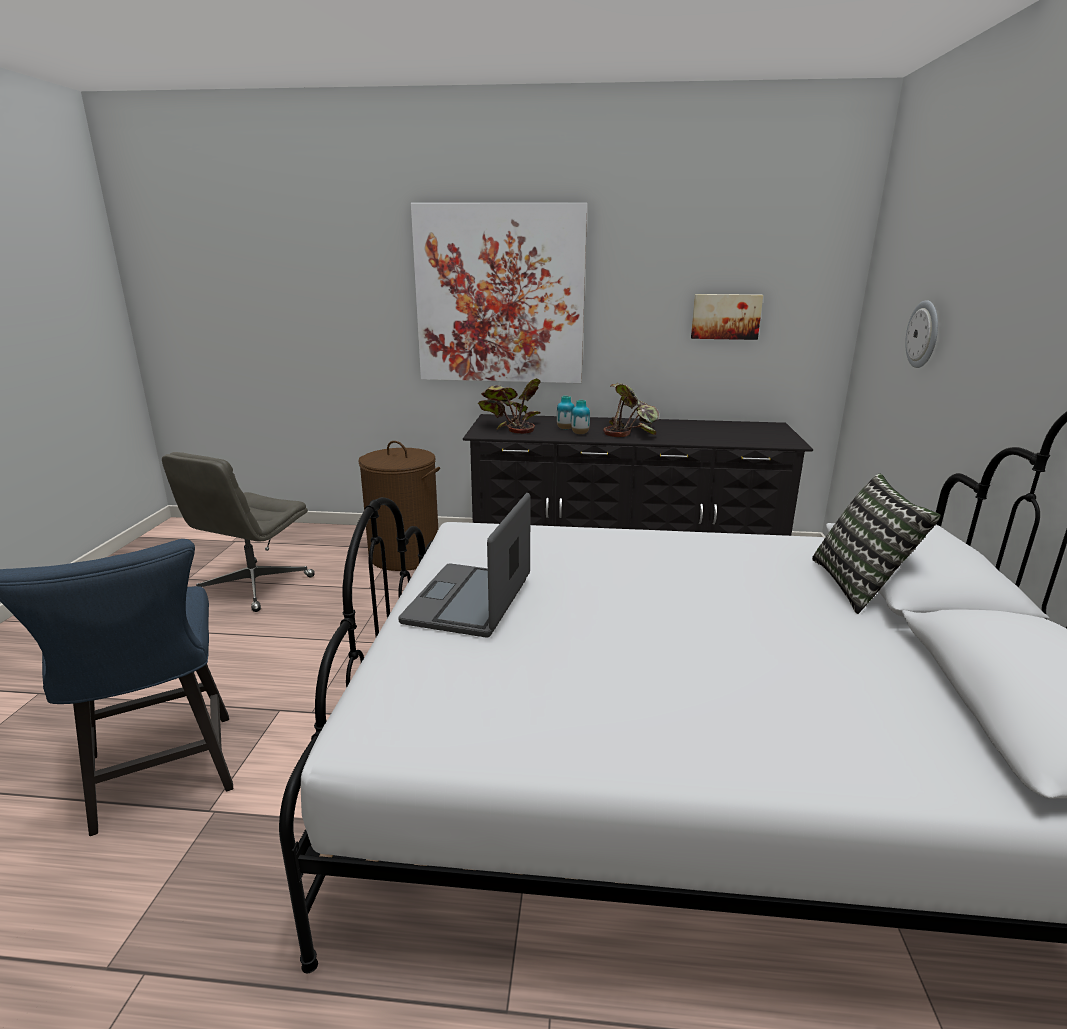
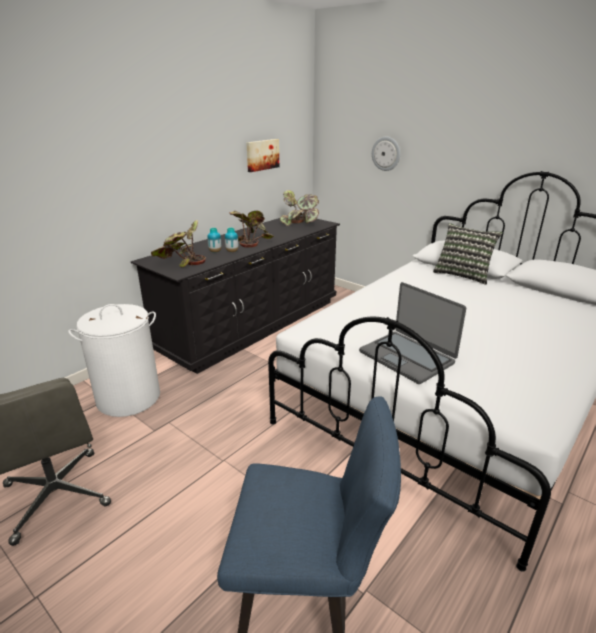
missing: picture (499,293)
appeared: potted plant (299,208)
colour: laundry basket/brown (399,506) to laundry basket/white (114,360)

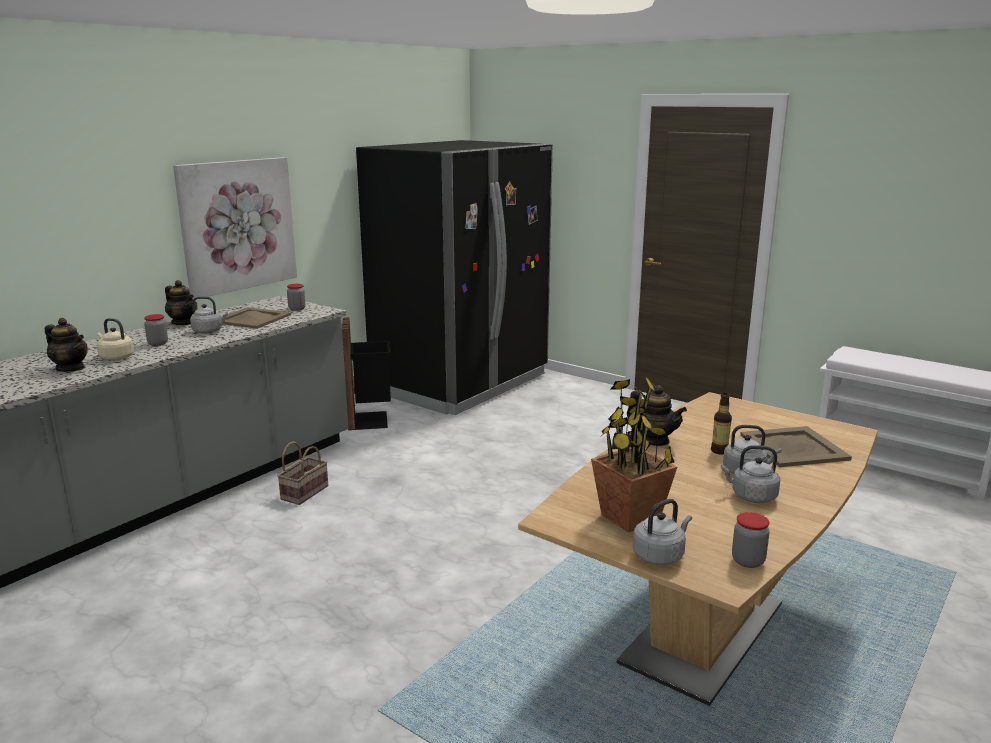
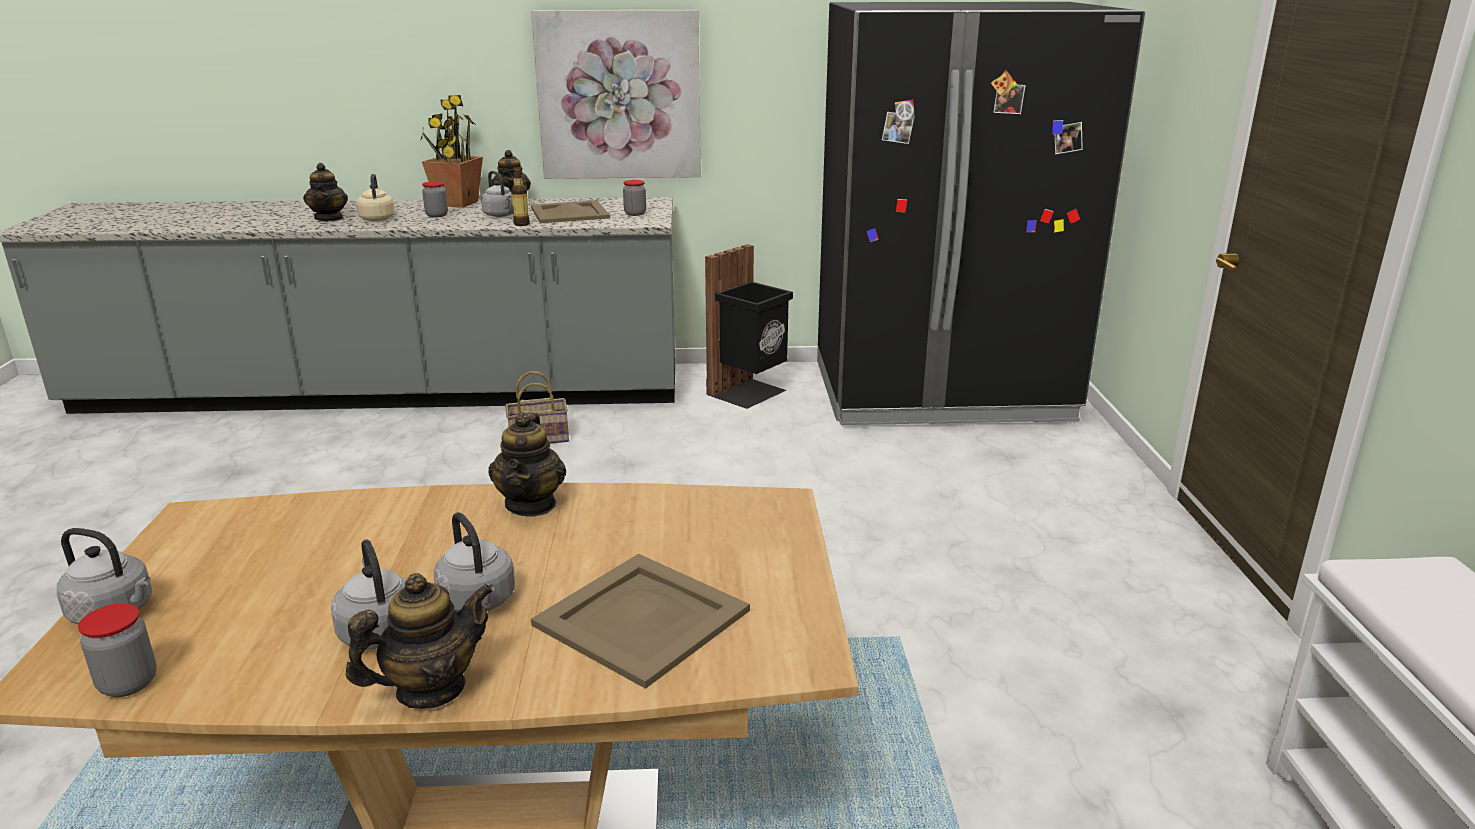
appeared: teapot (419,641)
relocated: potted plant (634,454) to (452,151); bottle (721,423) to (520,196)

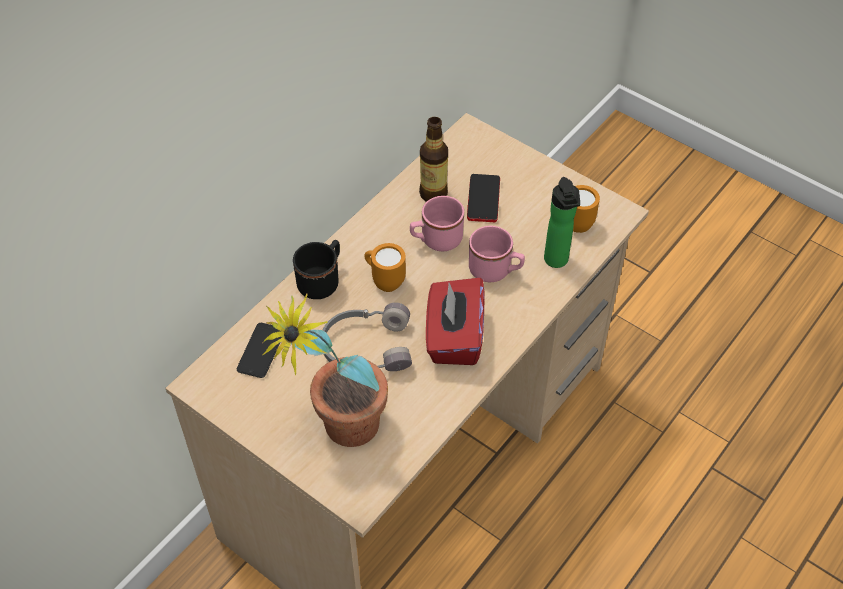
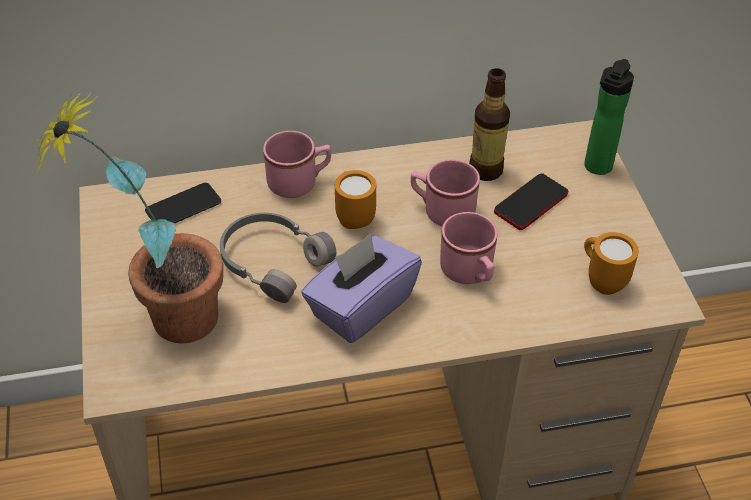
relocated: bottle (562,222) to (609,117)
colour: mug/black (316,269) to mug/pink (297,164); tissue box/red (455,321) to tissue box/purple (361,288)

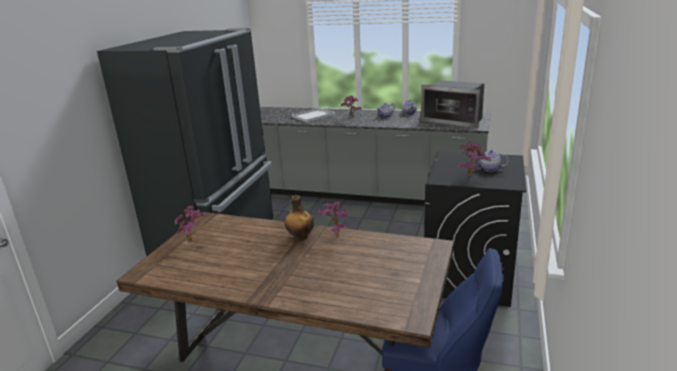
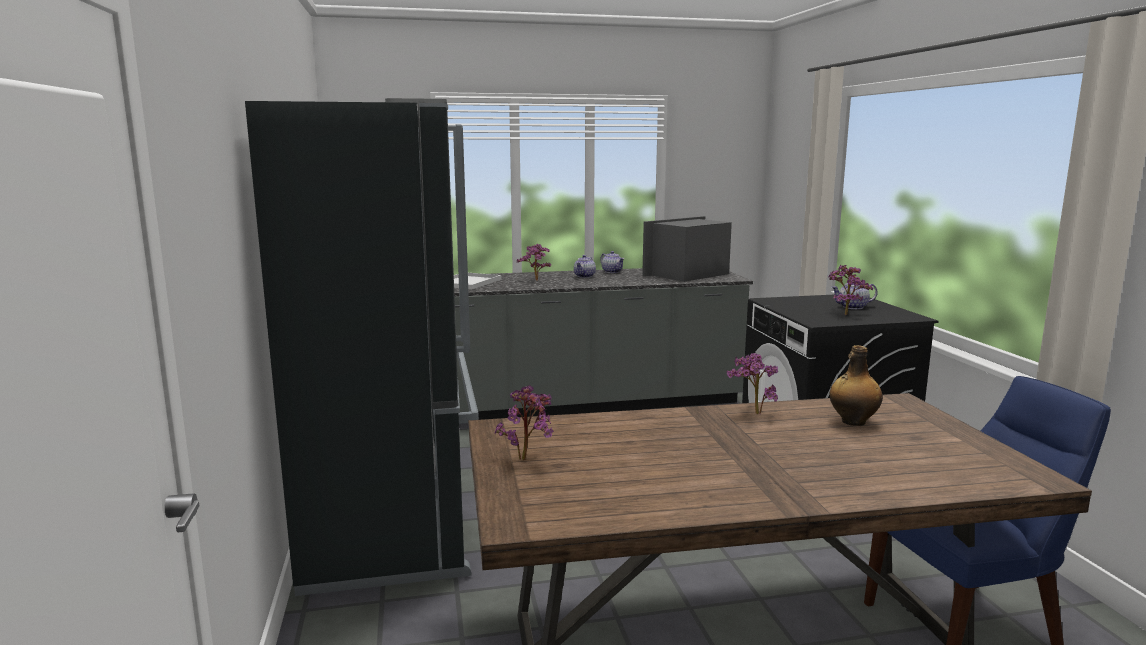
relocated: bottle (299,217) to (856,385)
spun: microwave (452,104) = (687,249) 135 degrees clockwise

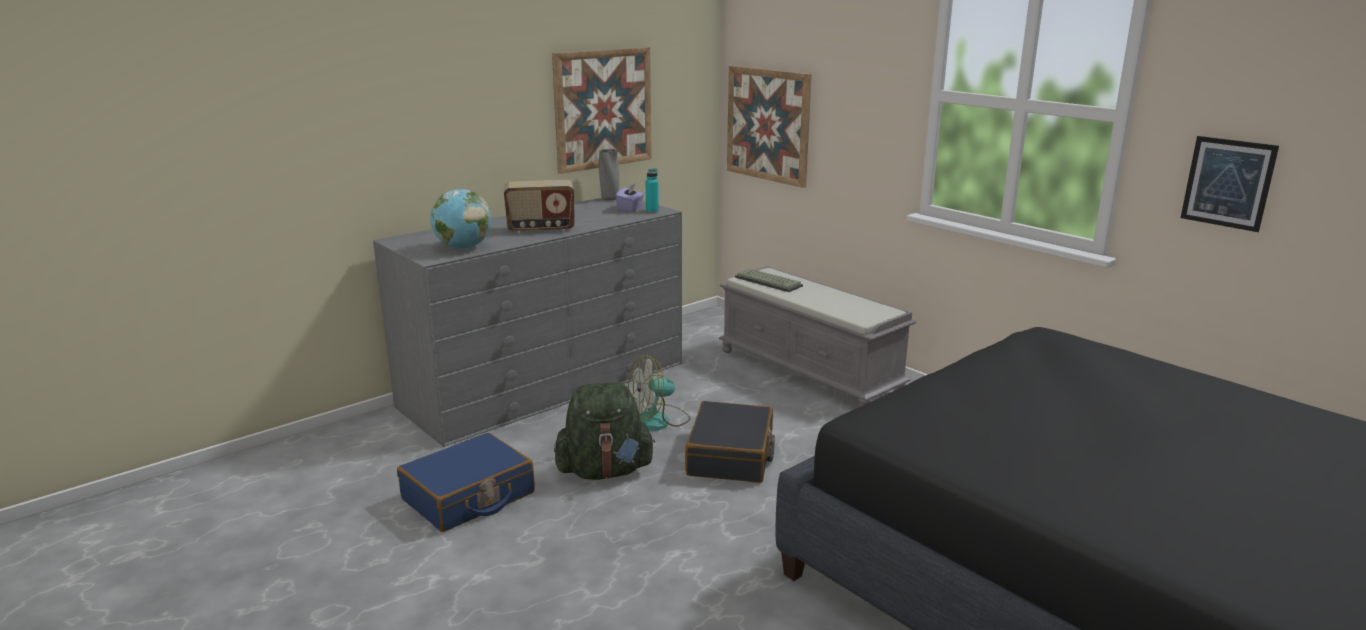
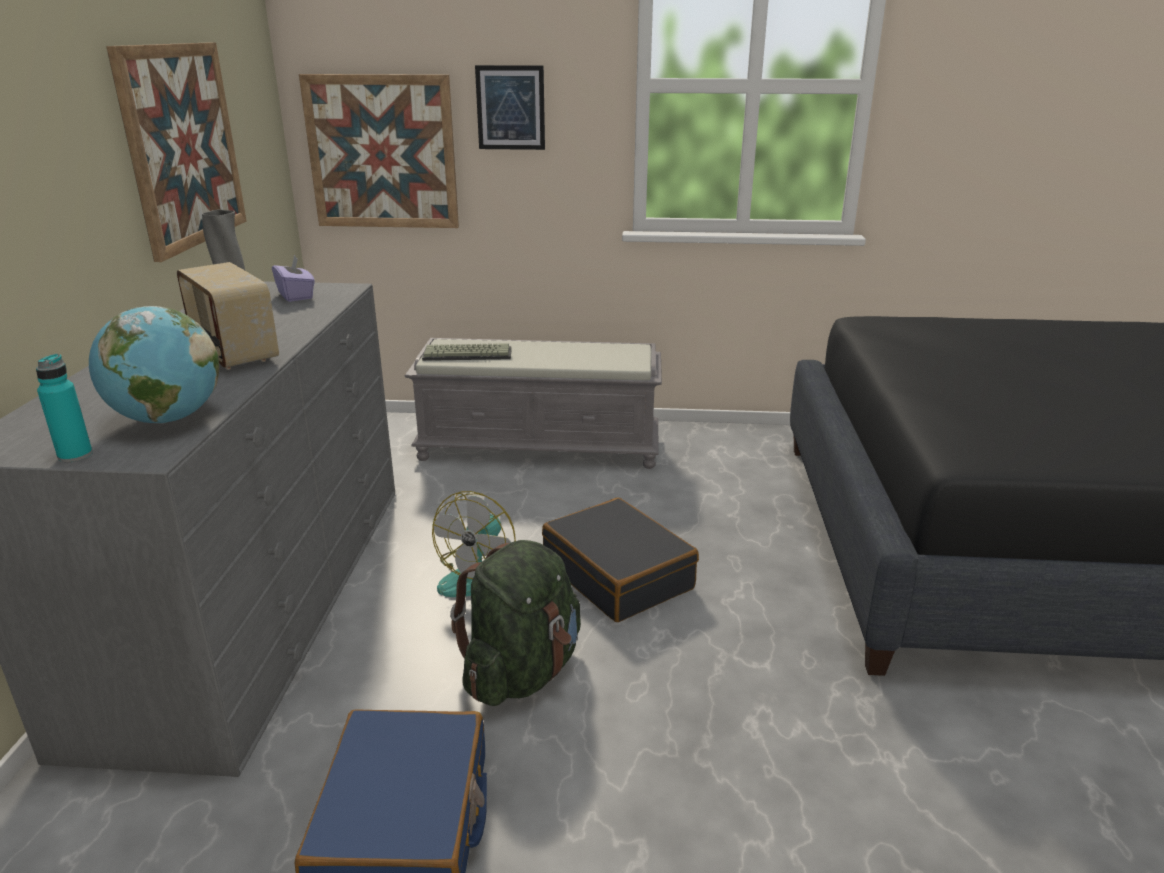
relocated: bottle/turquoise (652,190) to (64,408); picture (1230,184) to (510,107)
spun: radio (539,206) = (228,316) 105 degrees clockwise

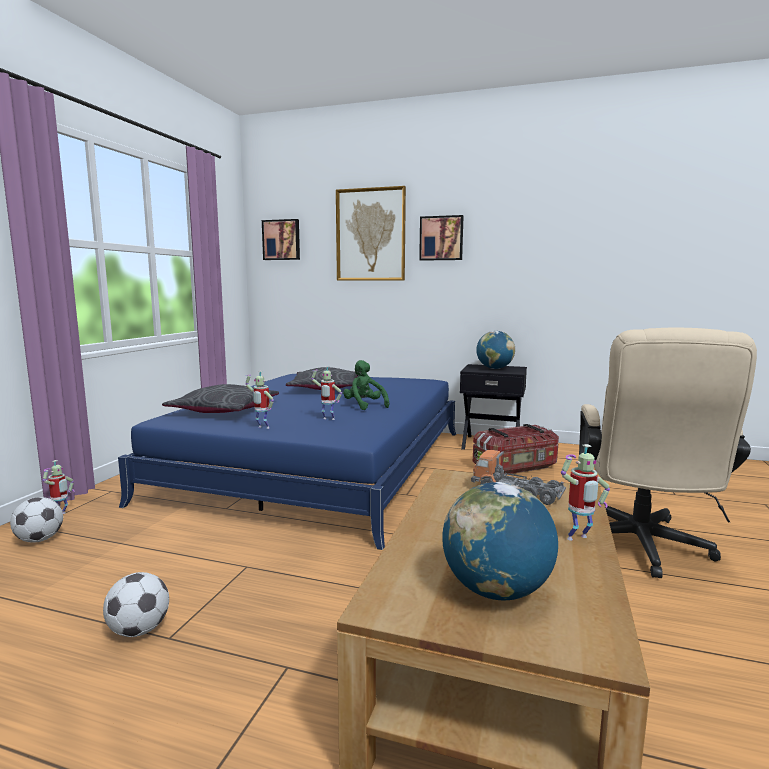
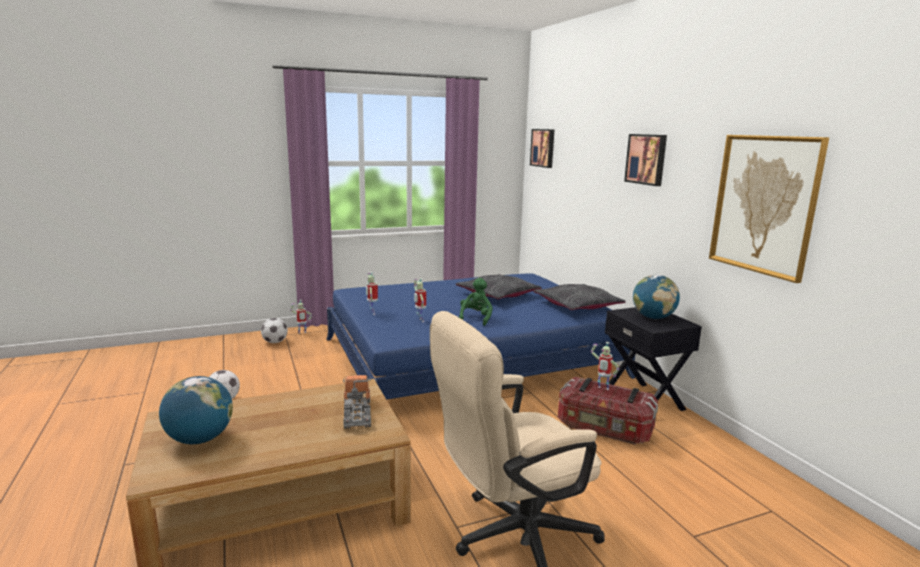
relocated: pillow/grey (220,398) to (579,297); picture (371,233) to (769,209); toy robot (585,492) to (605,366)

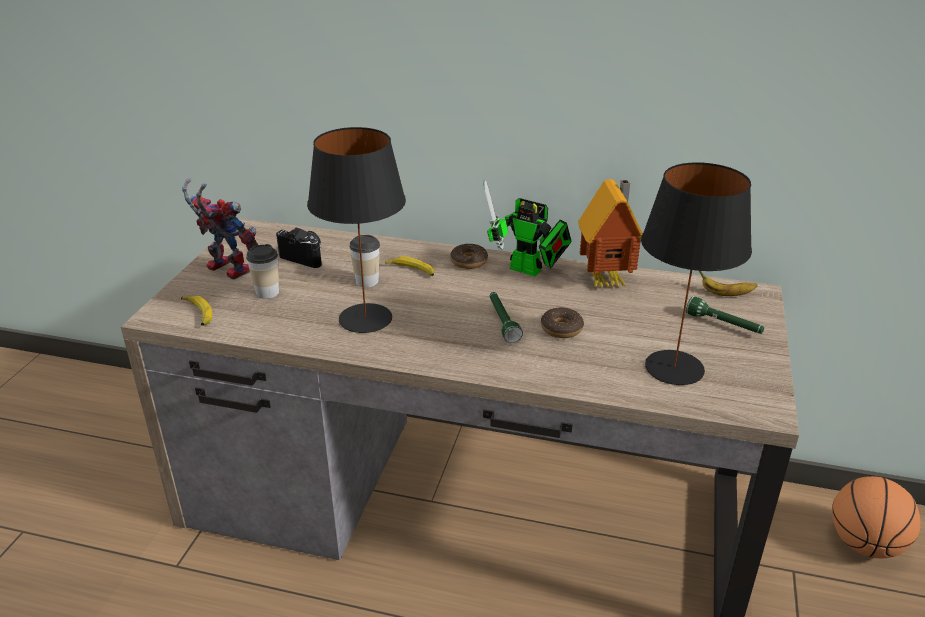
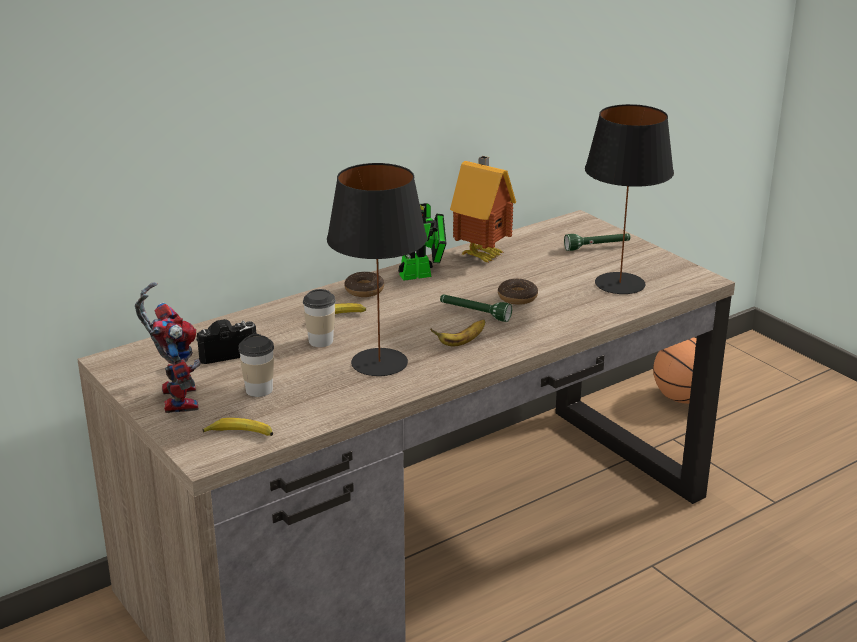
relocated: banana (728,283) to (457,332)
spun: toy robot (220,229) = (168,347) 90 degrees clockwise

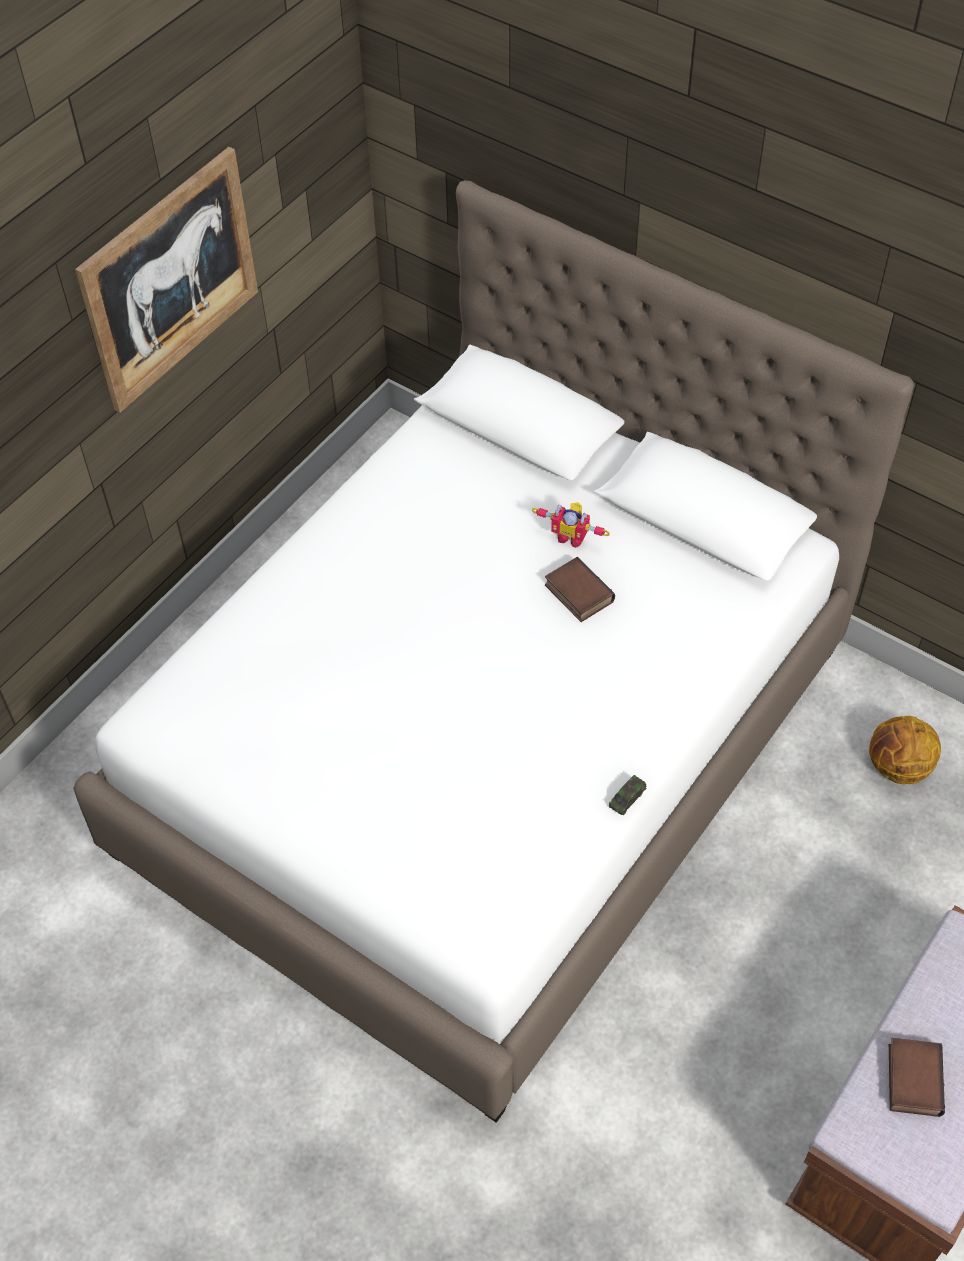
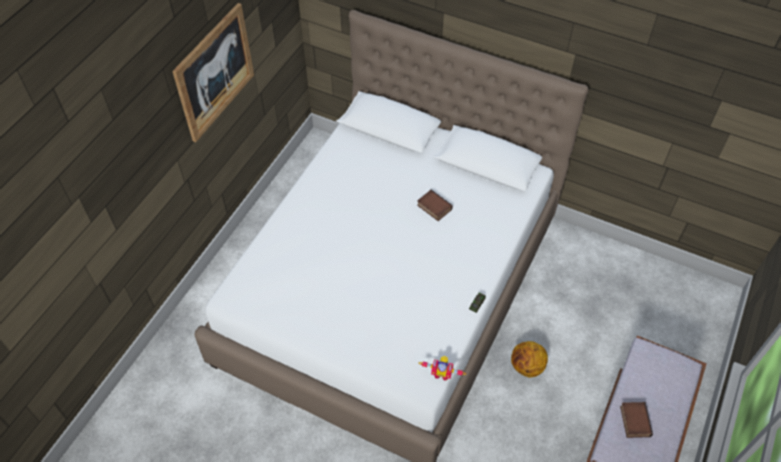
relocated: toy robot (571,525) to (442,368); basketball (905,750) to (529,359)

